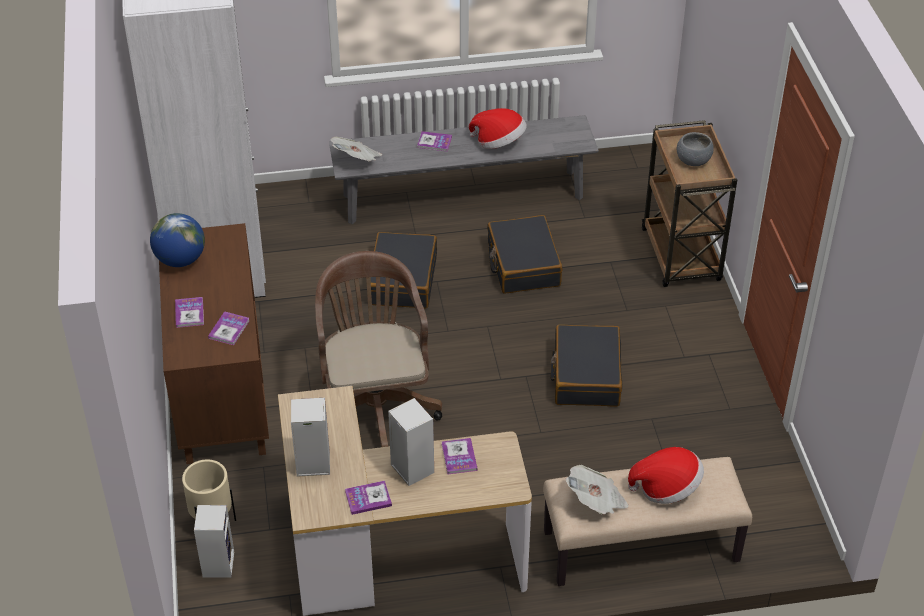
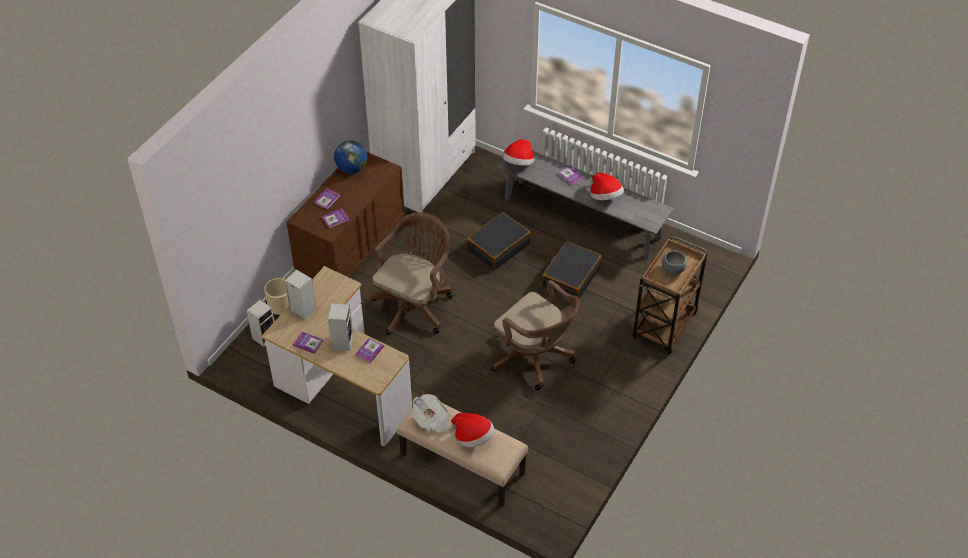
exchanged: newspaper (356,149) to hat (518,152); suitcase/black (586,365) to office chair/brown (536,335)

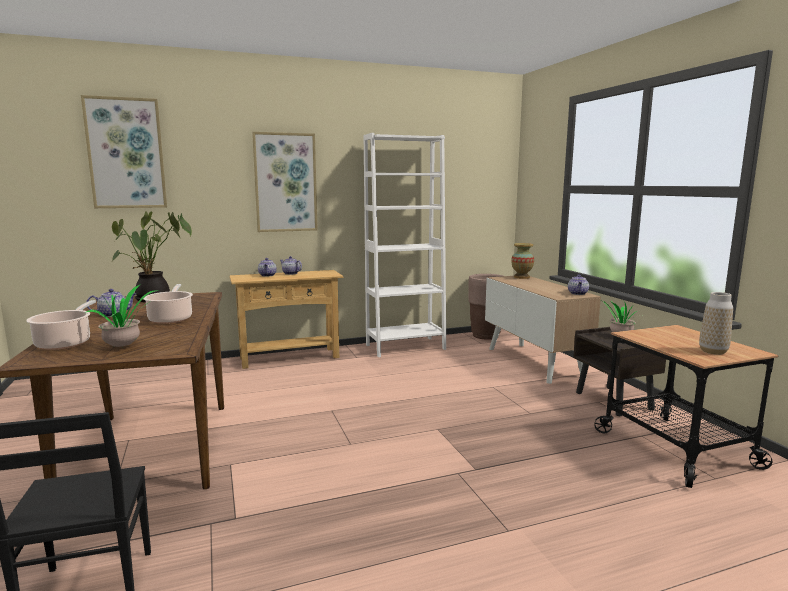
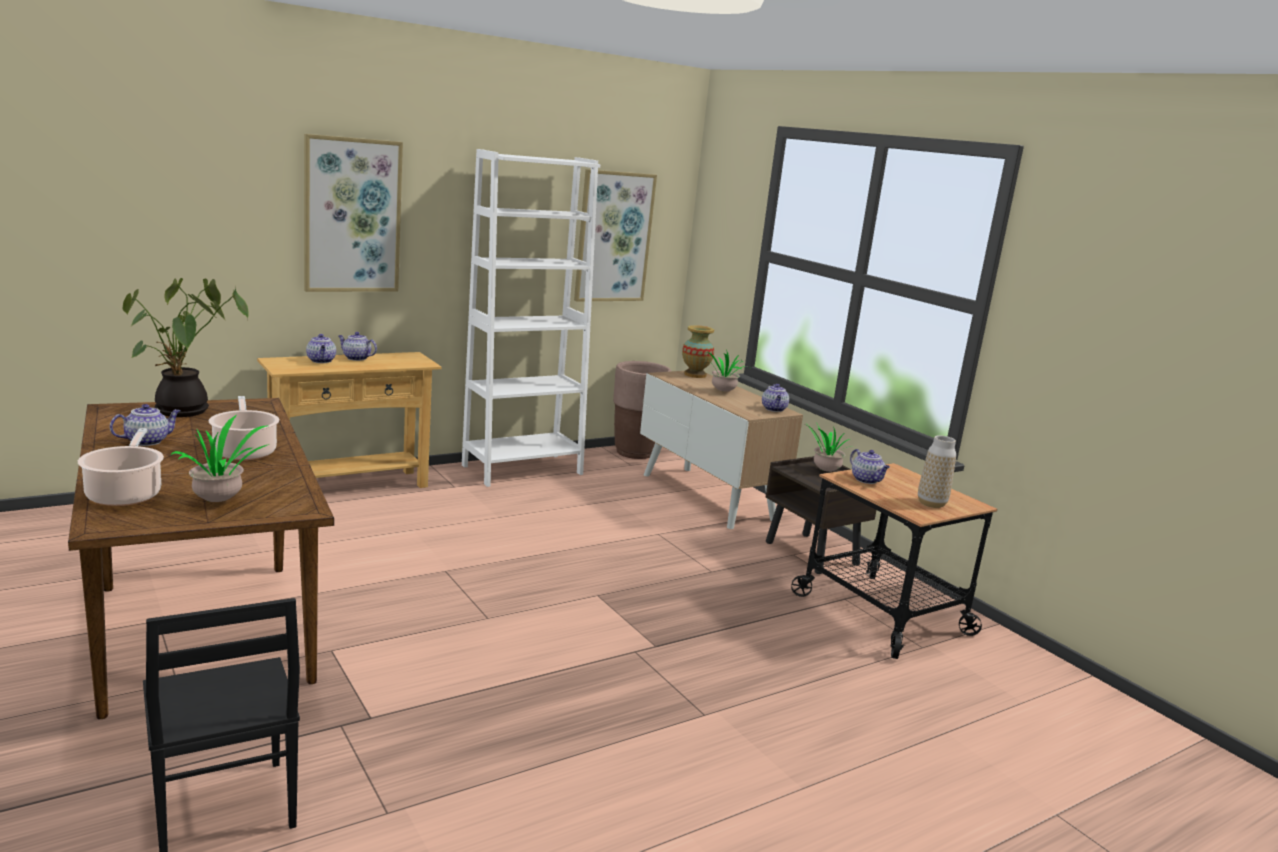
appeared: potted plant (724,370); teapot (870,466)
relocated: picture (124,151) to (615,235)

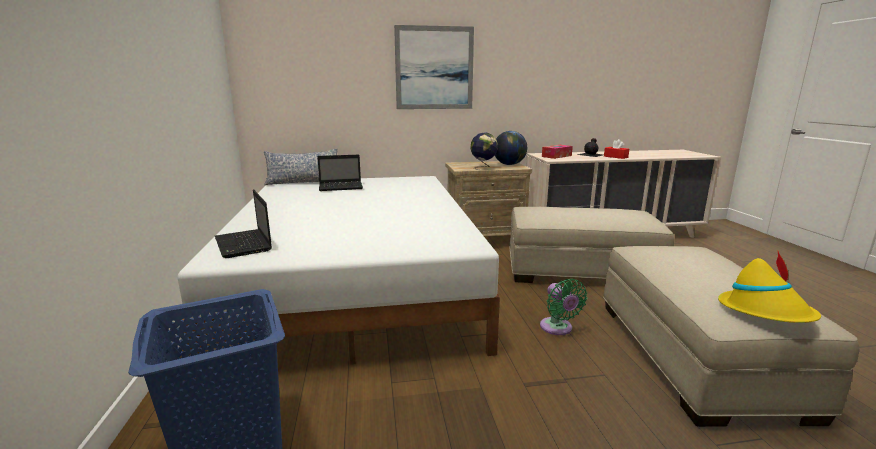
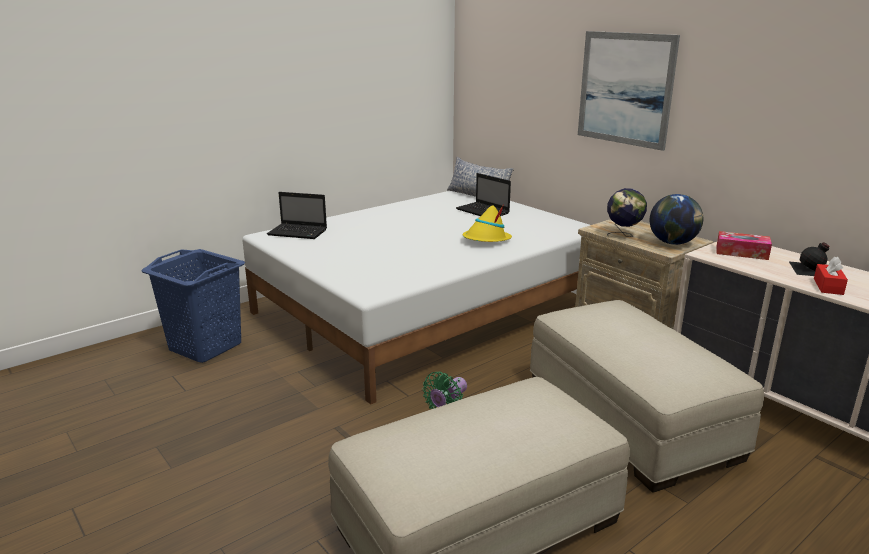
relocated: hat/yellow (769,287) to (487,223)
spun: laptop (243,223) = (297,215) 105 degrees counterclockwise

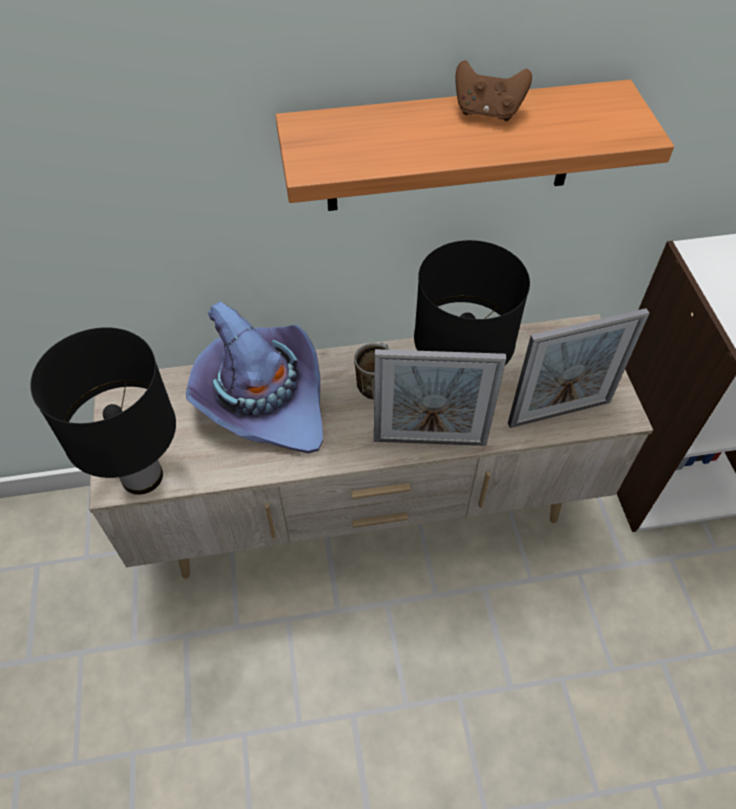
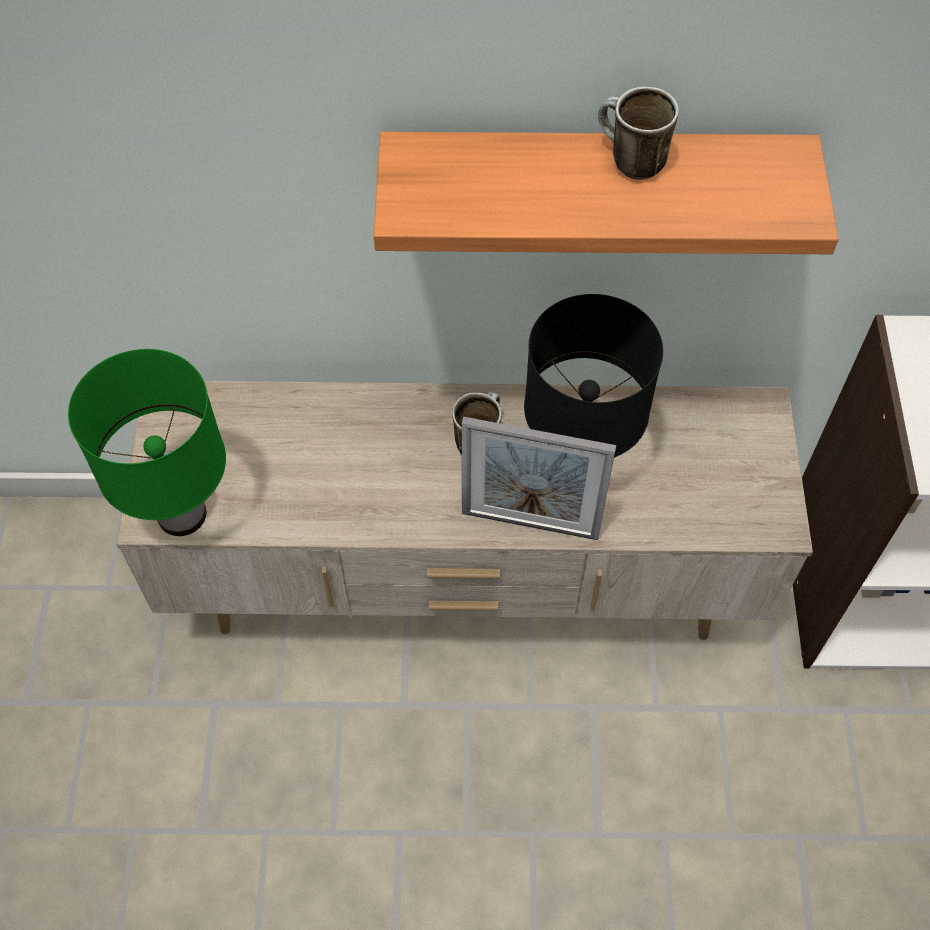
missing: hat/purple (254,377); picture frame (578,368)
exchanged: game controller/brown (494,90) to mug (638,133)
colour: table lamp/black (103,411) to table lamp/green (147,442)

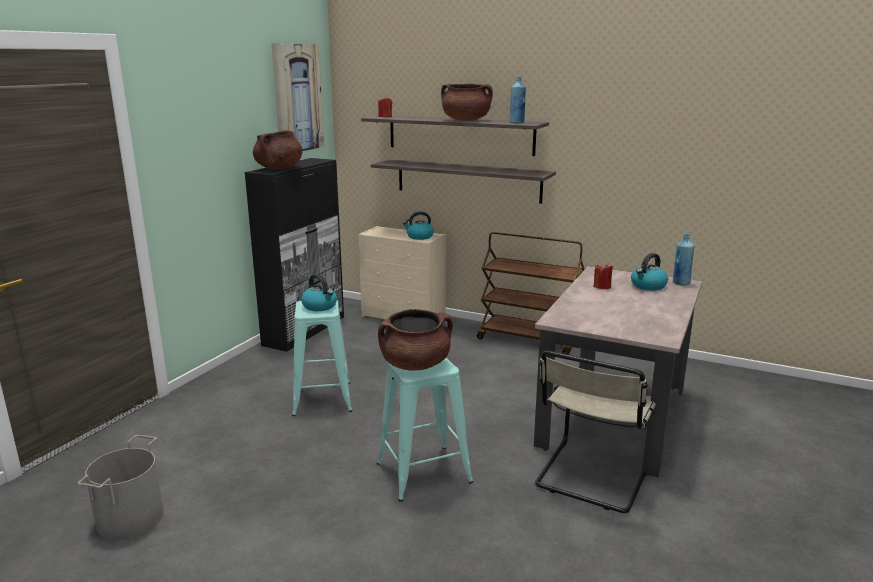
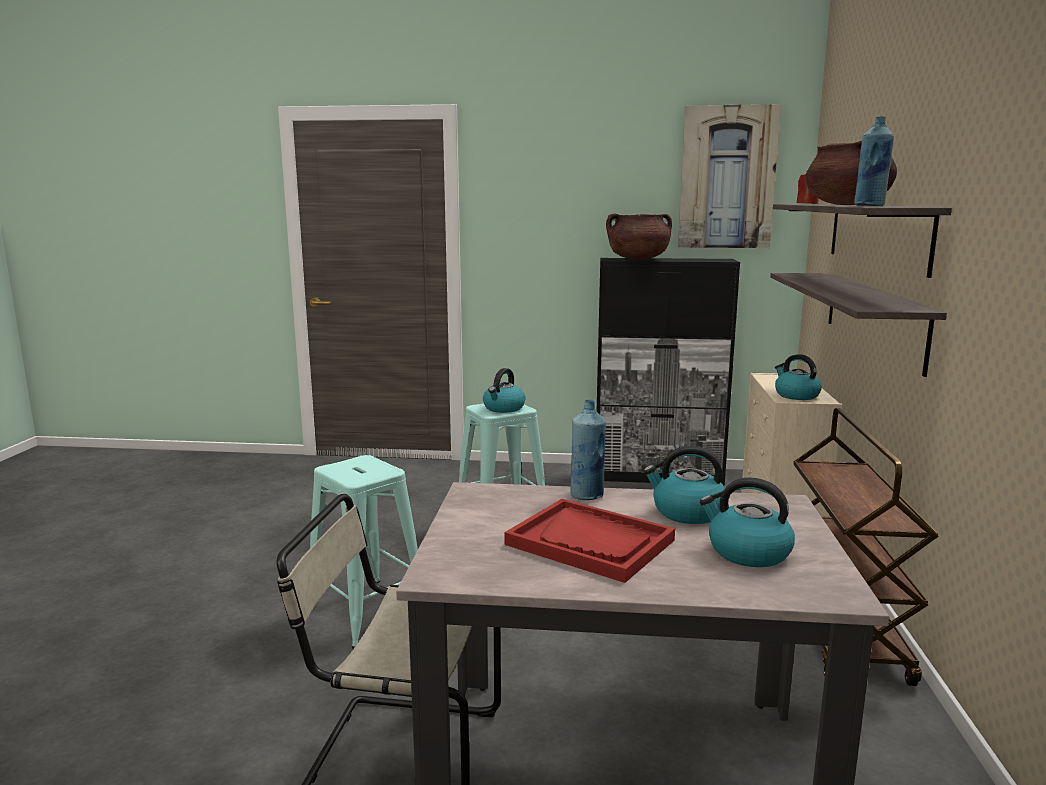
missing: bucket/grey (121,487); cooking pot/brown (415,340)
appeared: tray/red (589,541)
relocated: bottle/blue (684,259) to (588,450)
exchanged: candle/red (603,276) to kettle (684,485)

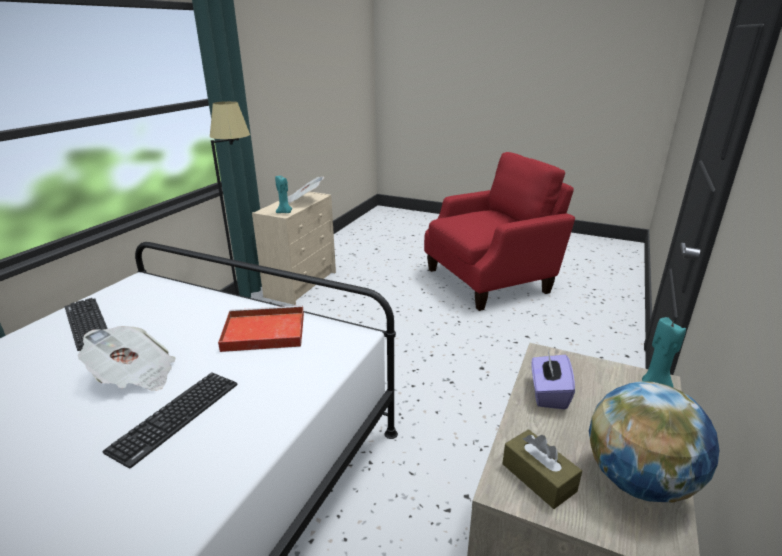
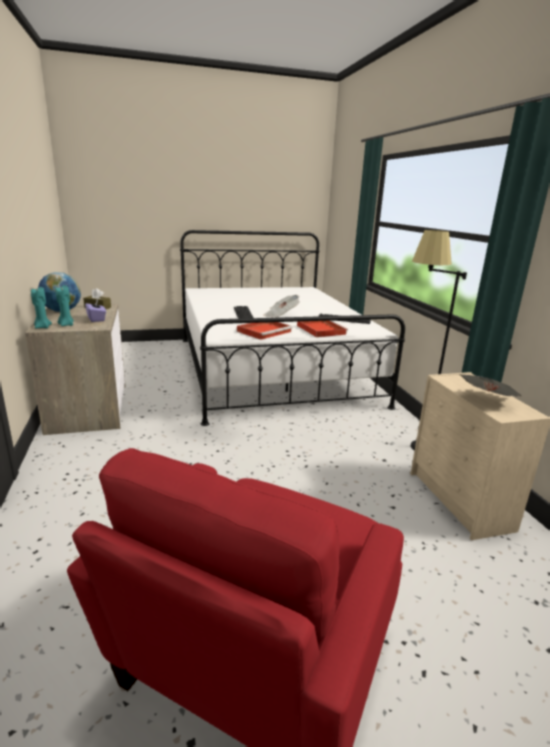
appeared: tray/red (322,328)
relocated: candle/turquoise (283,194) to (64,305)

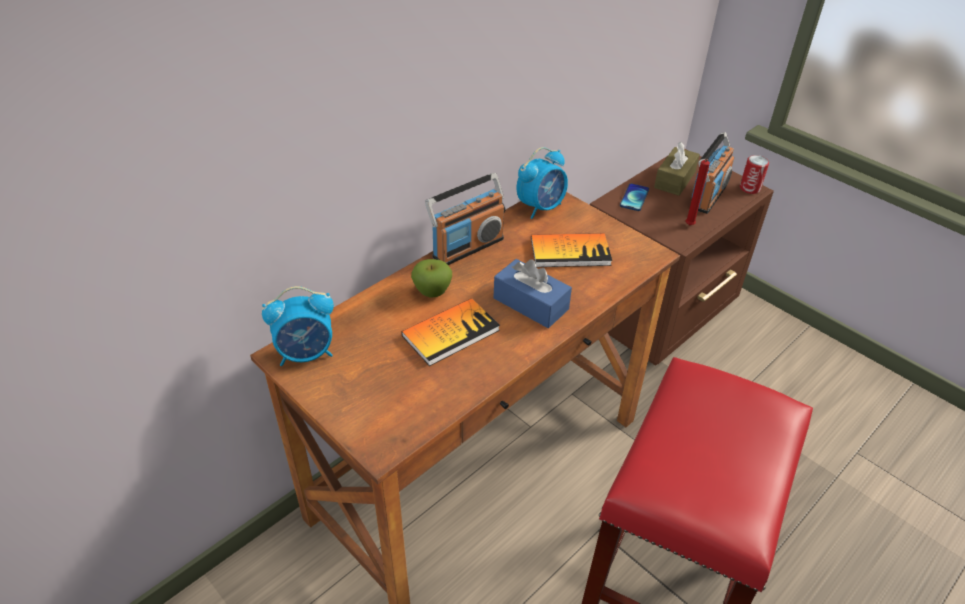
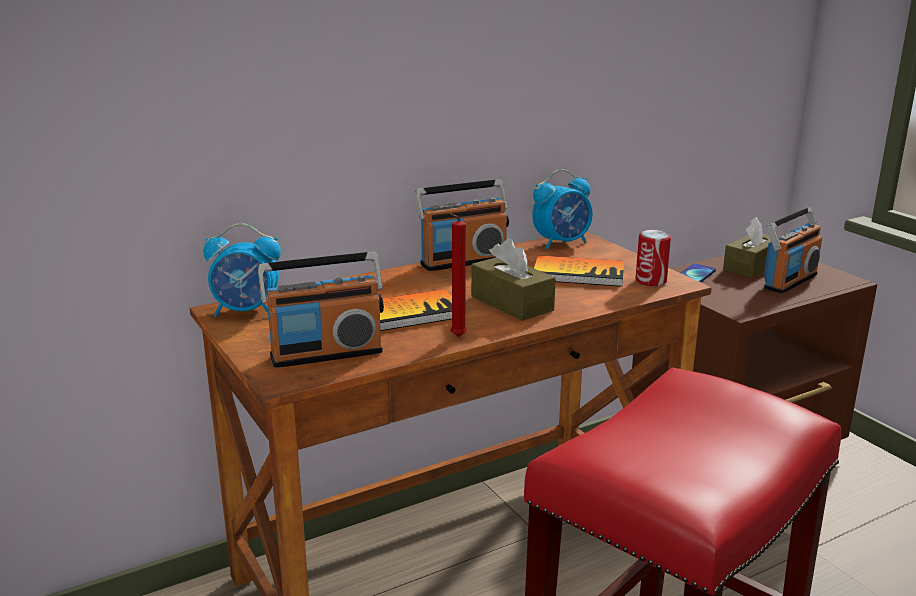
missing: apple (431,278)
appeared: radio (321,310)
relocated: candle/red (697,192) to (458,275); can (754,174) to (653,258)
colour: tissue box/blue (533,293) to tissue box/brown (513,279)

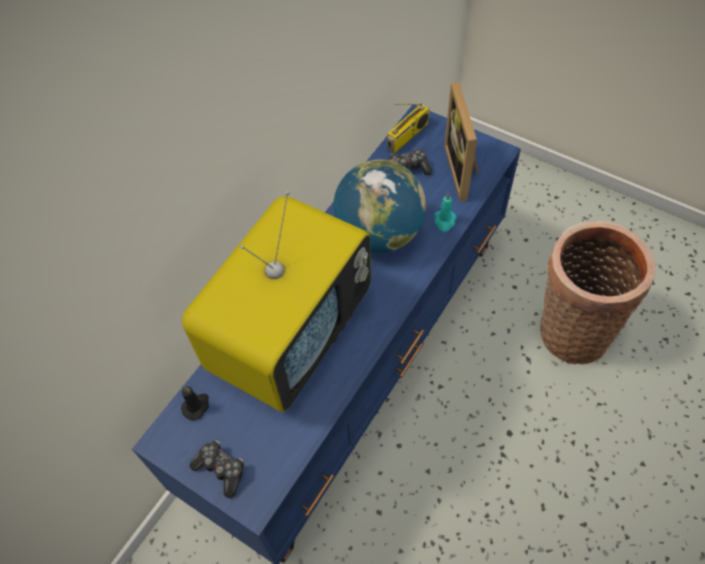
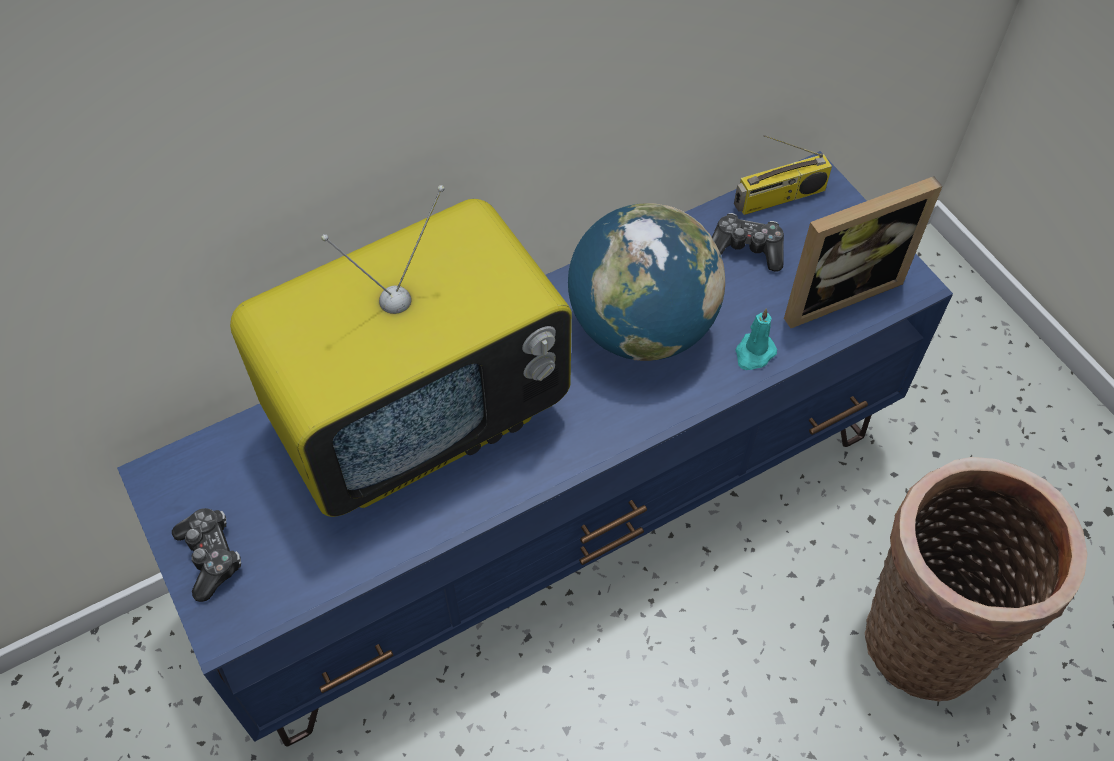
missing: candle/black (195,403)
spun: picture frame (461,141) = (863,252) 135 degrees counterclockwise

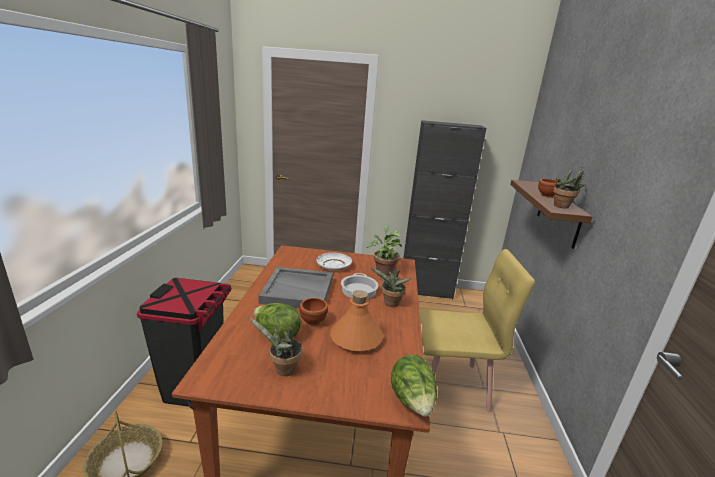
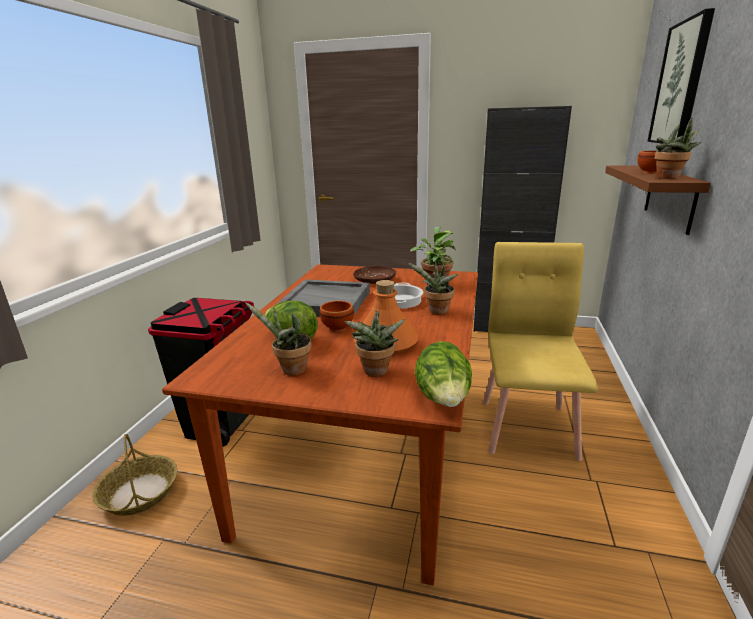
appeared: potted plant (374,343); picture (681,75)
colour: plate/white (334,262) to plate/brown (374,275)
spun: chair/yellow (477,331) = (540,351) 90 degrees counterclockwise

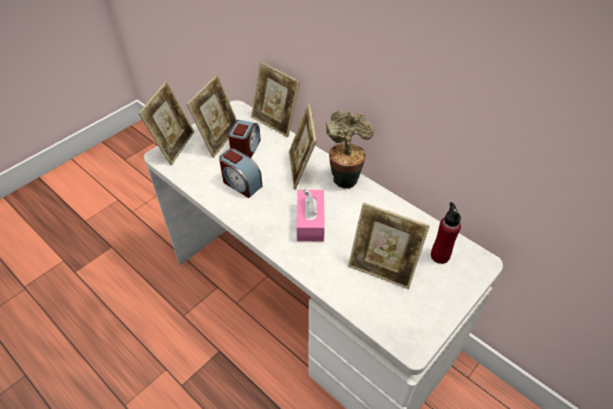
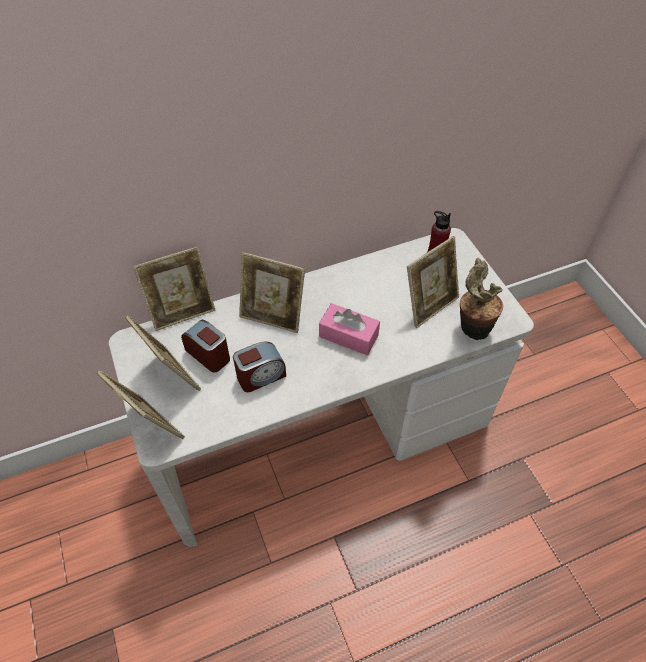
relocated: potted plant (350,150) to (481,299)

